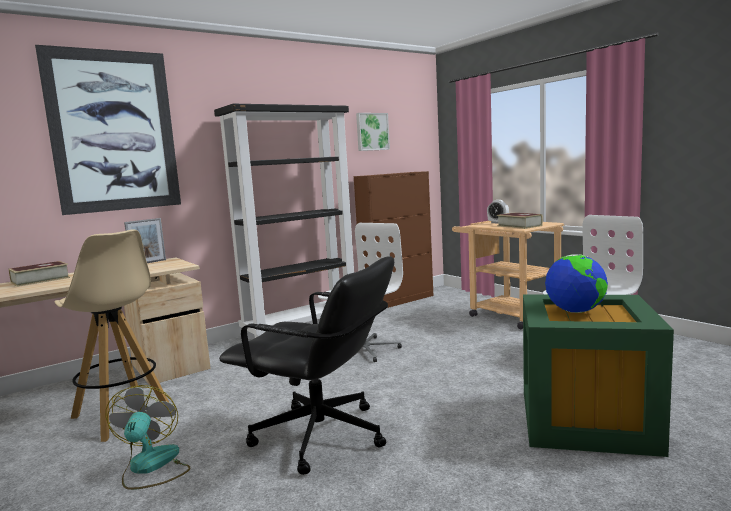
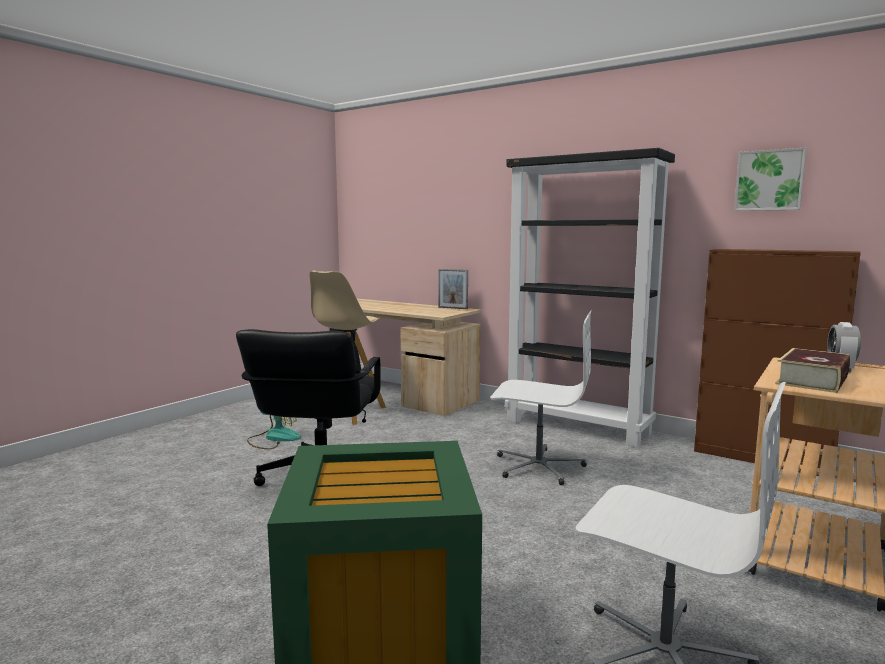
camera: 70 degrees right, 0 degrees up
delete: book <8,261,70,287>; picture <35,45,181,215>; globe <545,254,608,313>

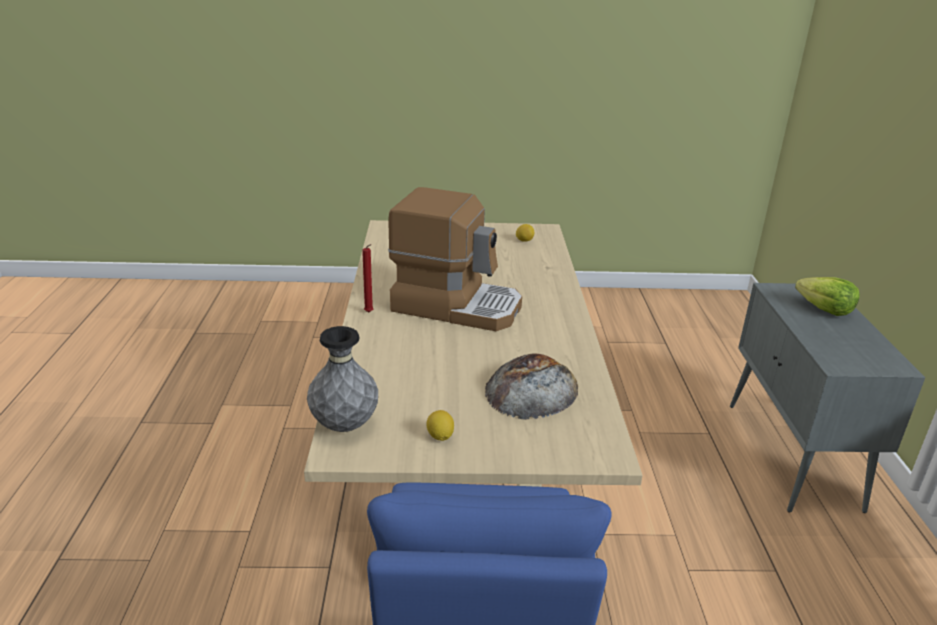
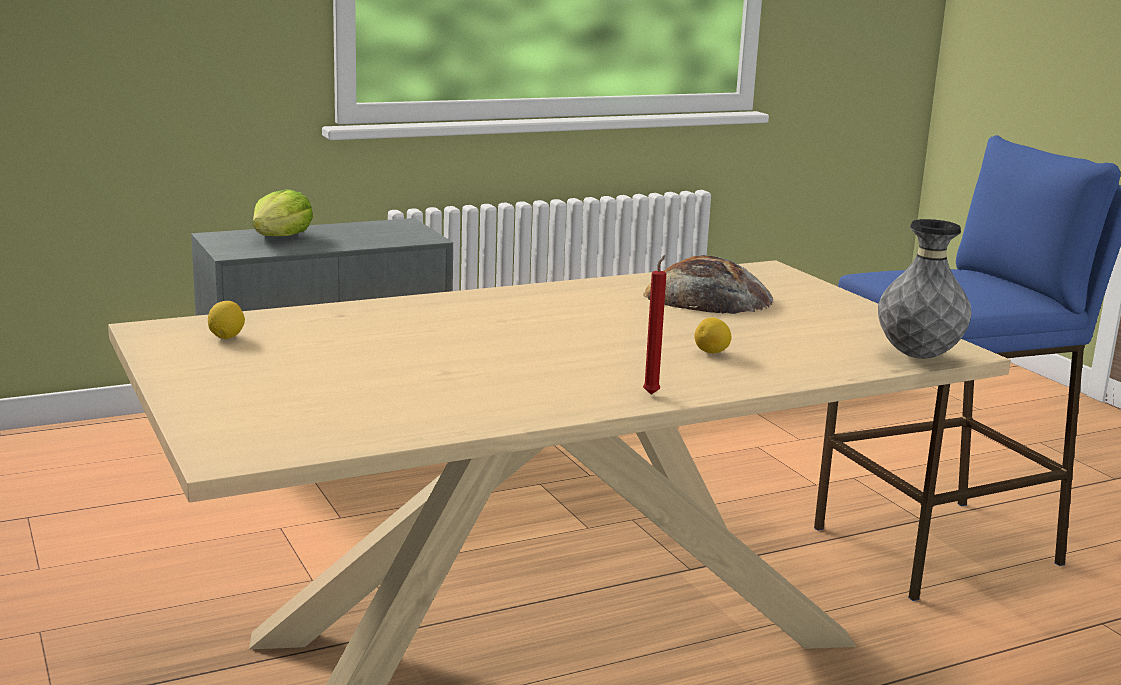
camera: 115 degrees left, 10 degrees down
delete: coffee machine <388,187,522,331>
move: lemon <426,410,454,441> to <694,317,731,353>

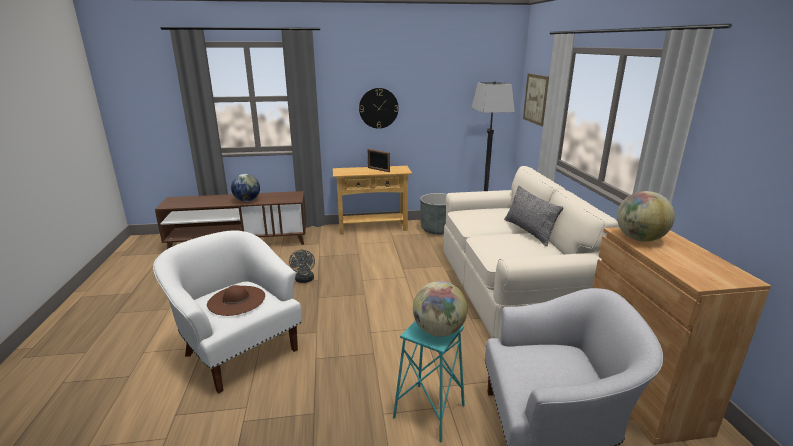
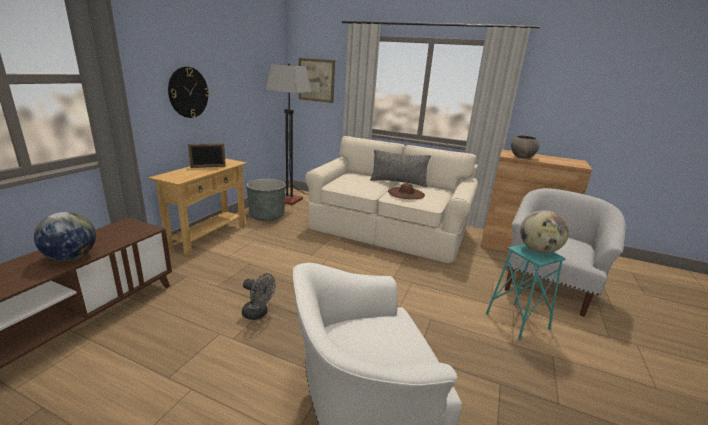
camera: 60 degrees left, 0 degrees up
move: brown hat <207,285,265,316> to <388,183,425,199>
replace: globe <617,191,675,242> to grey bowl <511,135,540,159>

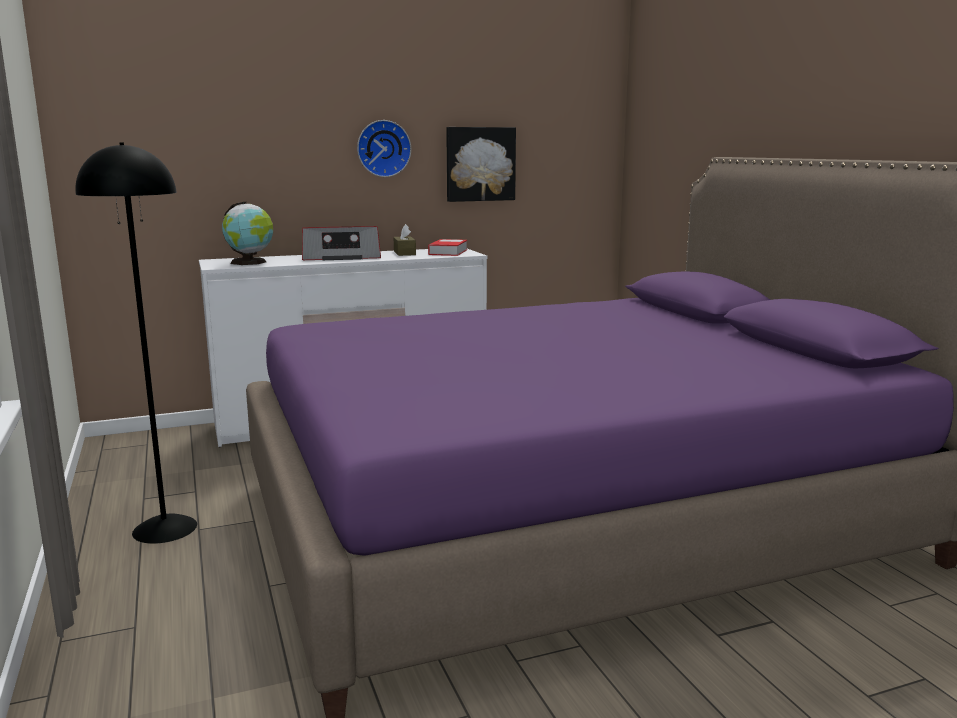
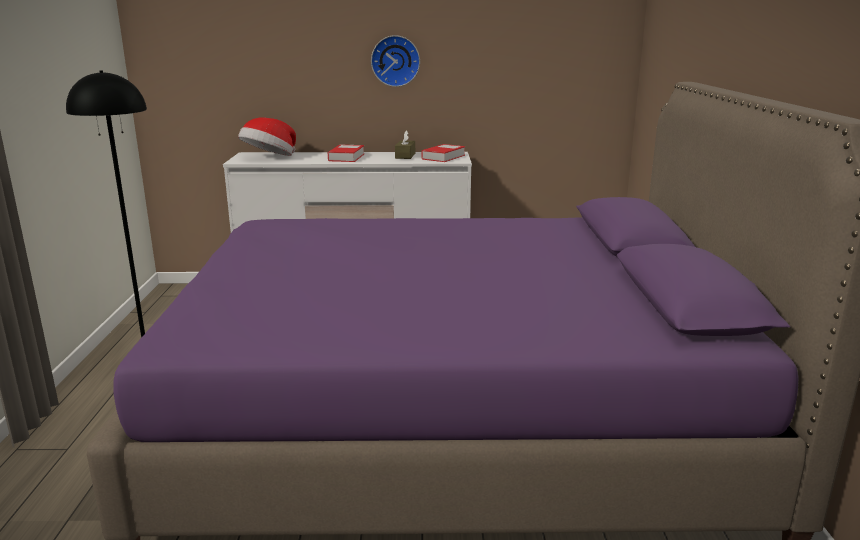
camera: 20 degrees right, 5 degrees up
delete: picture <446,127,516,202>
replace: globe <222,202,273,265> to hat <238,118,296,156>; radio <302,226,381,260> to book <328,145,365,162>

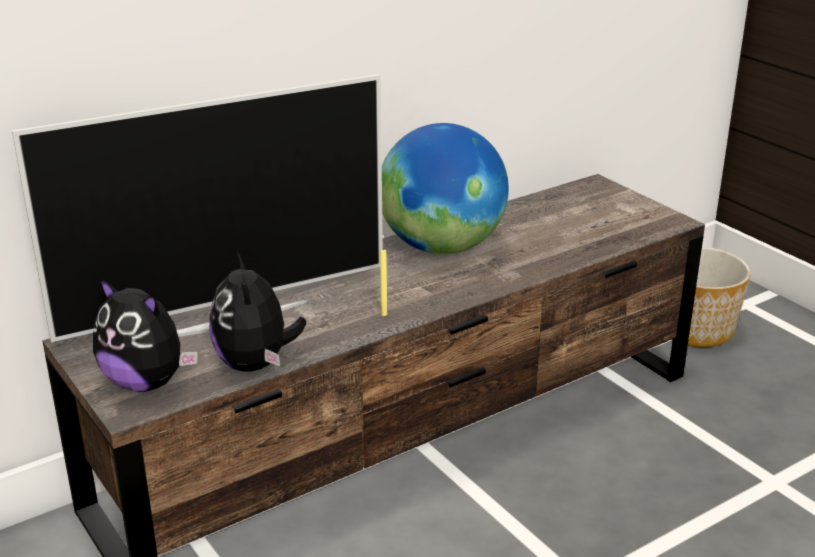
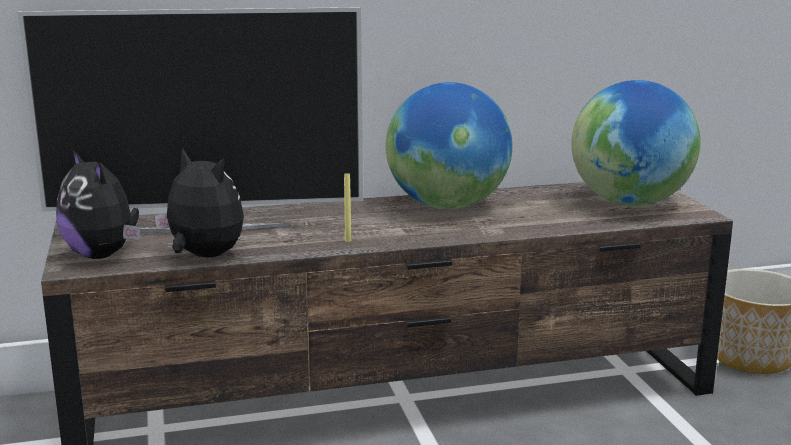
camera: 20 degrees right, 10 degrees down
insert: globe <571,80,701,206>
rotate: plush toy <209,251,306,372> = <154,149,244,257> 120 degrees clockwise

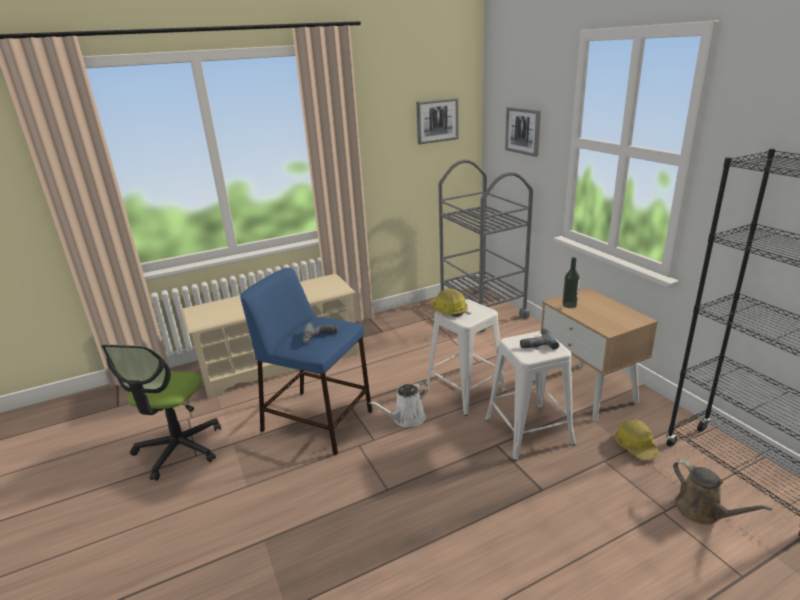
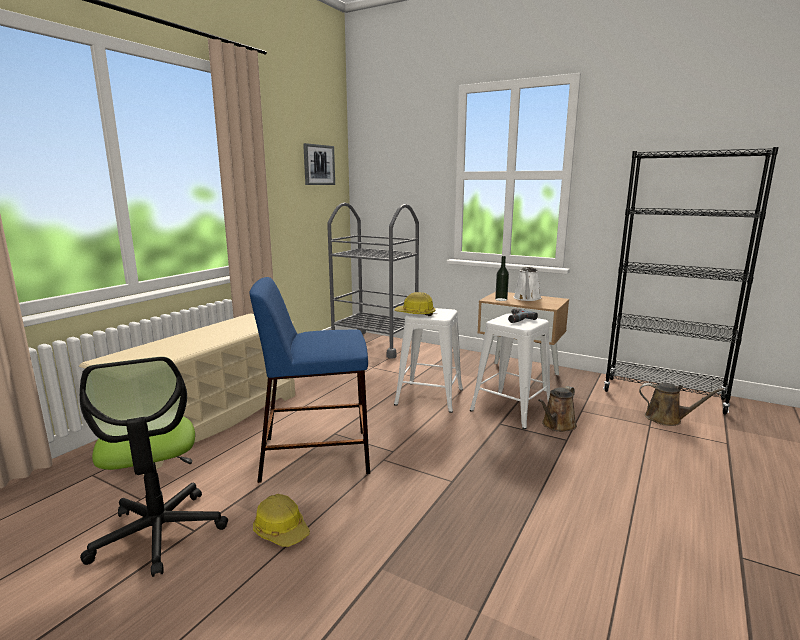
camera: 35 degrees left, 10 degrees down
delete: power drill <302,322,338,343>; picture <505,107,541,157>
insert: brown watering can <538,386,577,432>
move: white watering can <369,381,428,427> to <514,267,541,301>; hard hat <615,419,660,460> to <253,494,310,547>

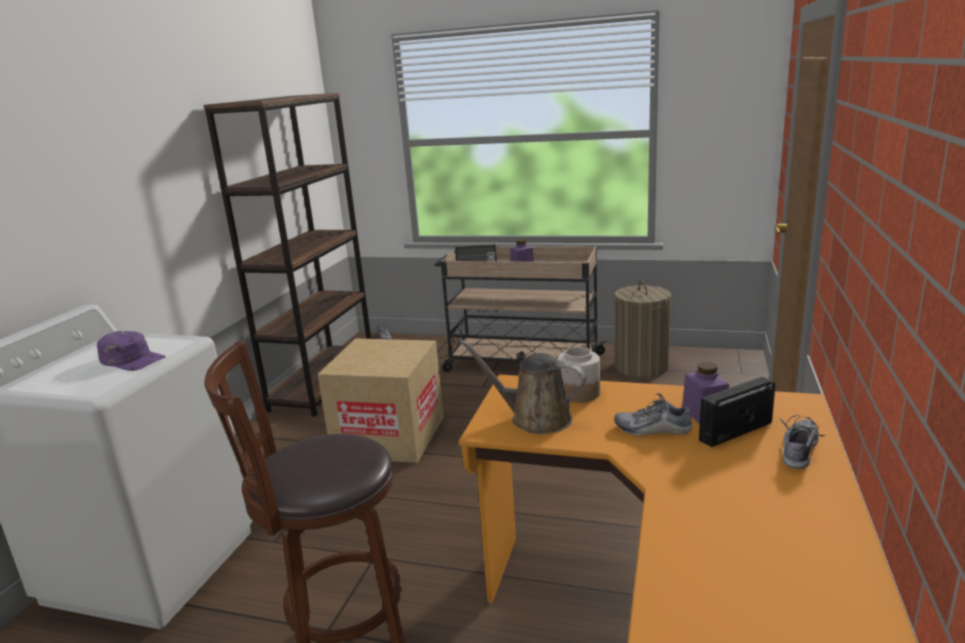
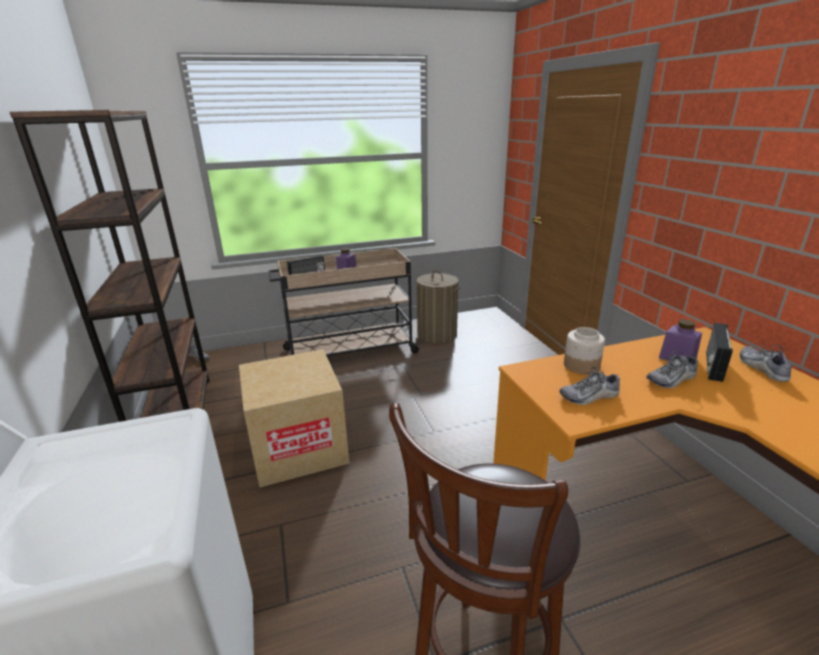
camera: 35 degrees left, 5 degrees up
delete: purple cap <97,331,166,371>
replace: brown watering can <459,340,587,434> to shoe <559,367,620,405>

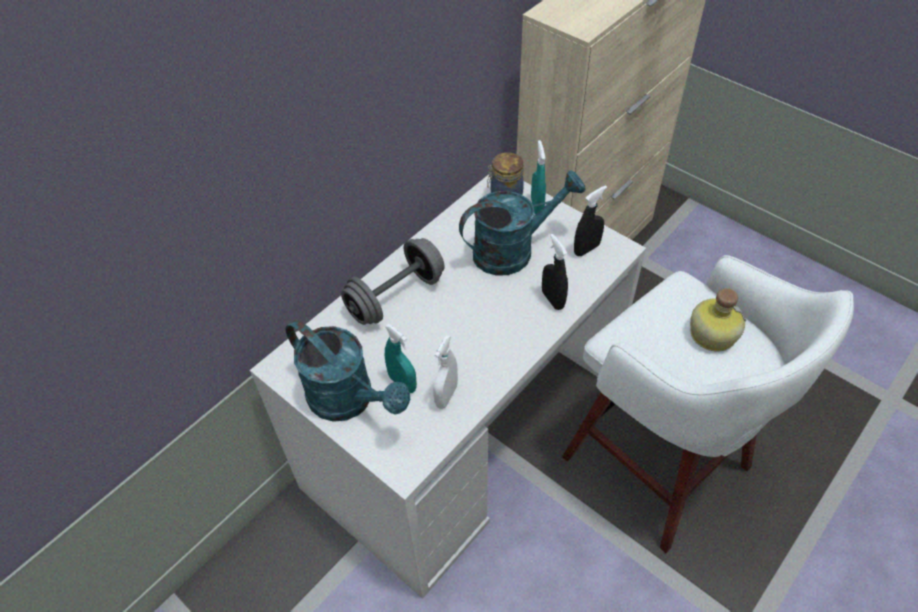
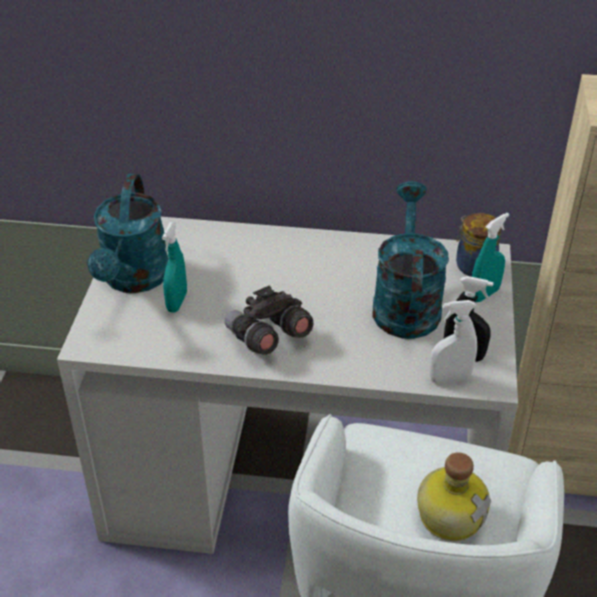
camera: 55 degrees right, 10 degrees down
delete: grey dumbbell <341,238,444,325>; black spray bottle <542,234,568,310>
insert: grey binoculars <225,285,313,355>
move: white spray bottle <433,335,458,409> to <430,300,477,384>
rotate: turquoise watering can <459,171,586,276> = <373,181,449,339> 120 degrees counterclockwise

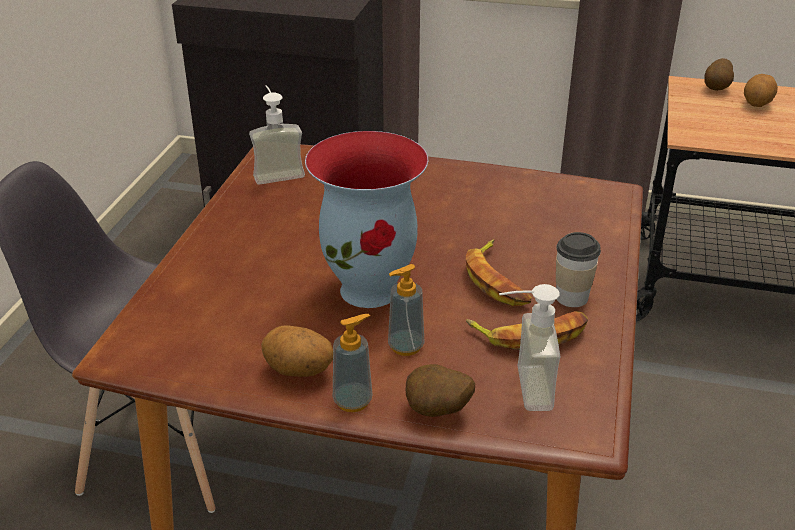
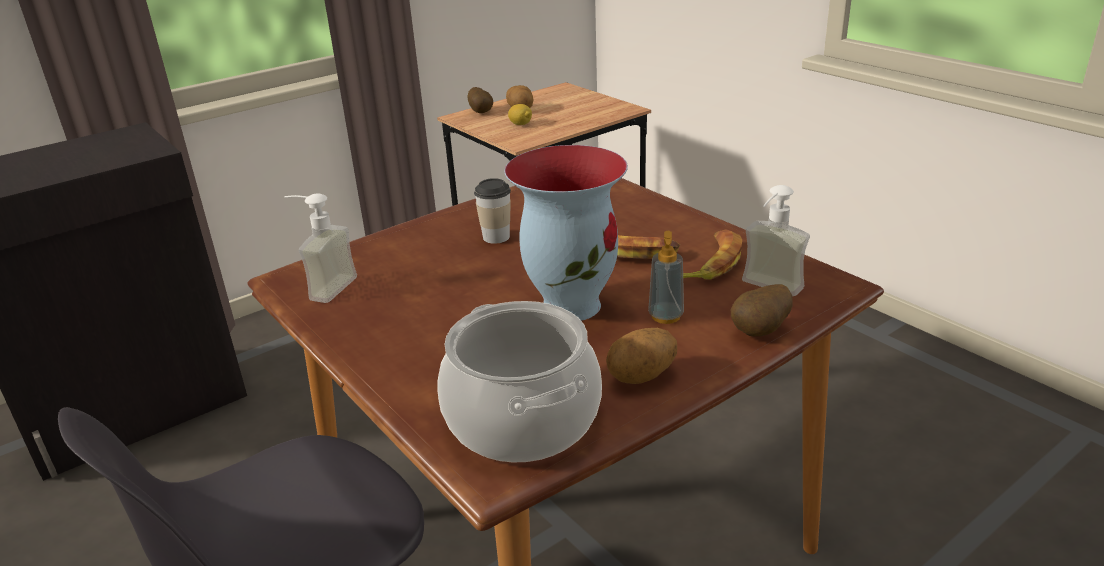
camera: 50 degrees left, 5 degrees down
delete: soap dispenser <333,314,373,412>
insert: cooking pot <437,301,602,463>; lemon <508,104,532,125>
move: cup <556,232,601,307> to <474,178,511,244>

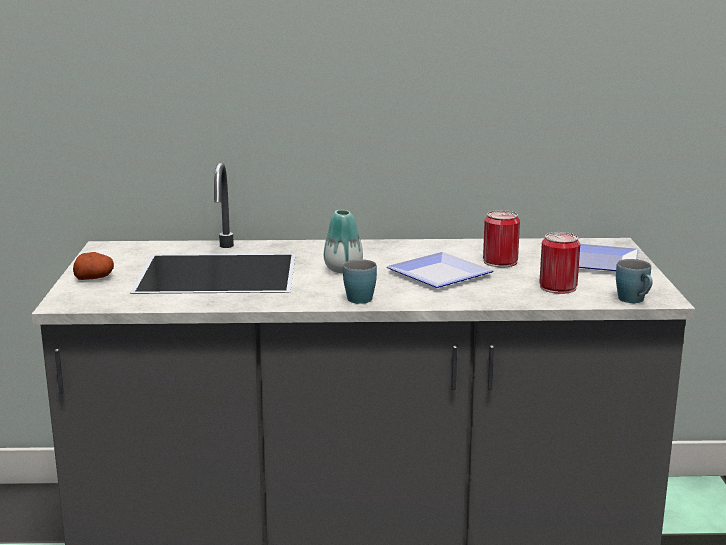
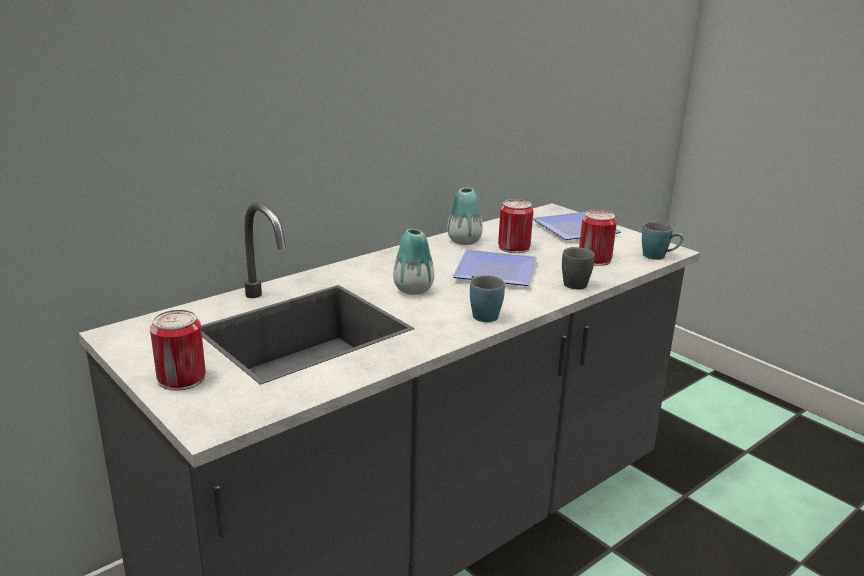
camera: 40 degrees left, 5 degrees up
insert: vase <447,187,483,245>; grey mug <562,247,595,289>
replace: potato <73,252,114,280> to can <150,310,206,391>

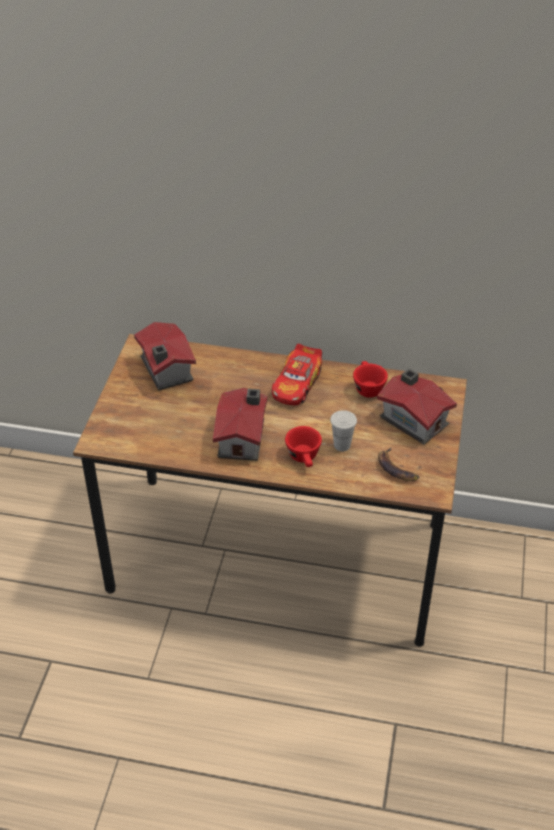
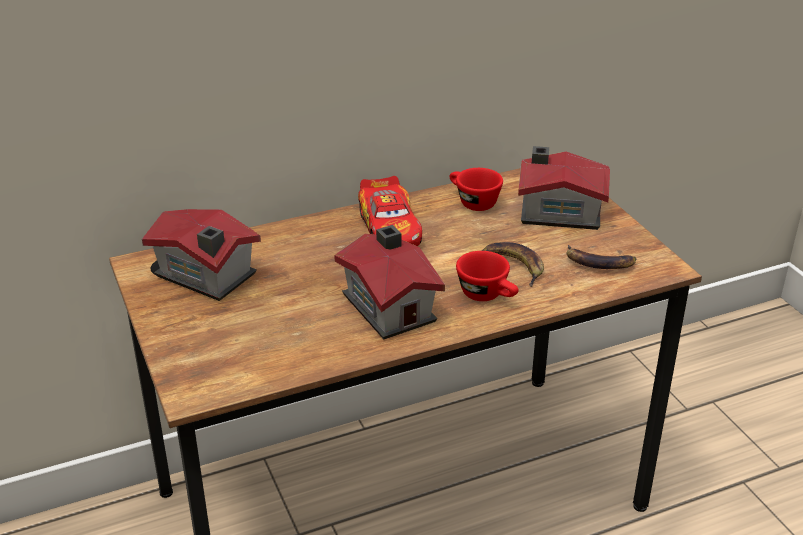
camera: 35 degrees left, 10 degrees down
replace: white cup <330,410,357,451> to banana <481,242,544,287>

